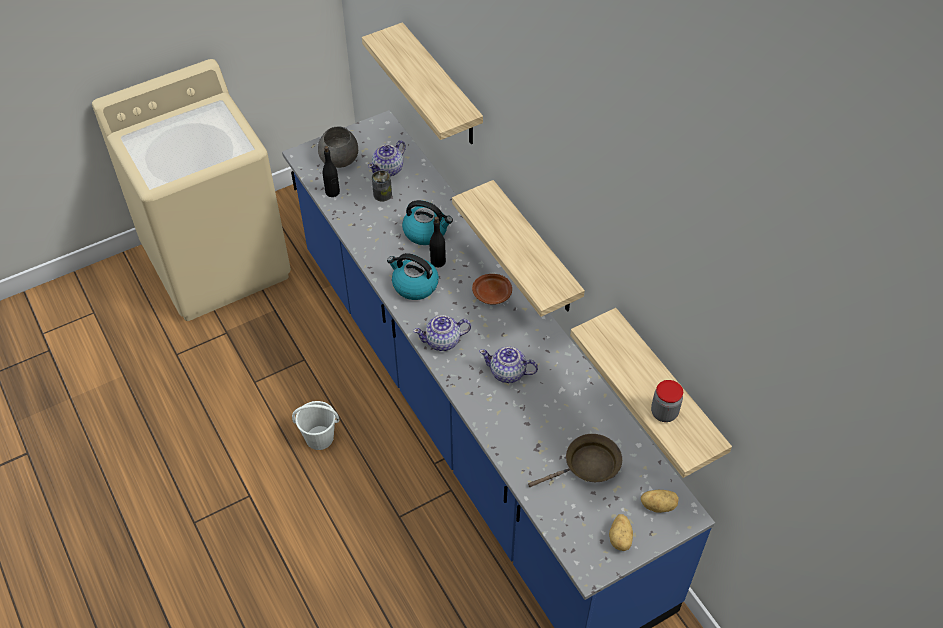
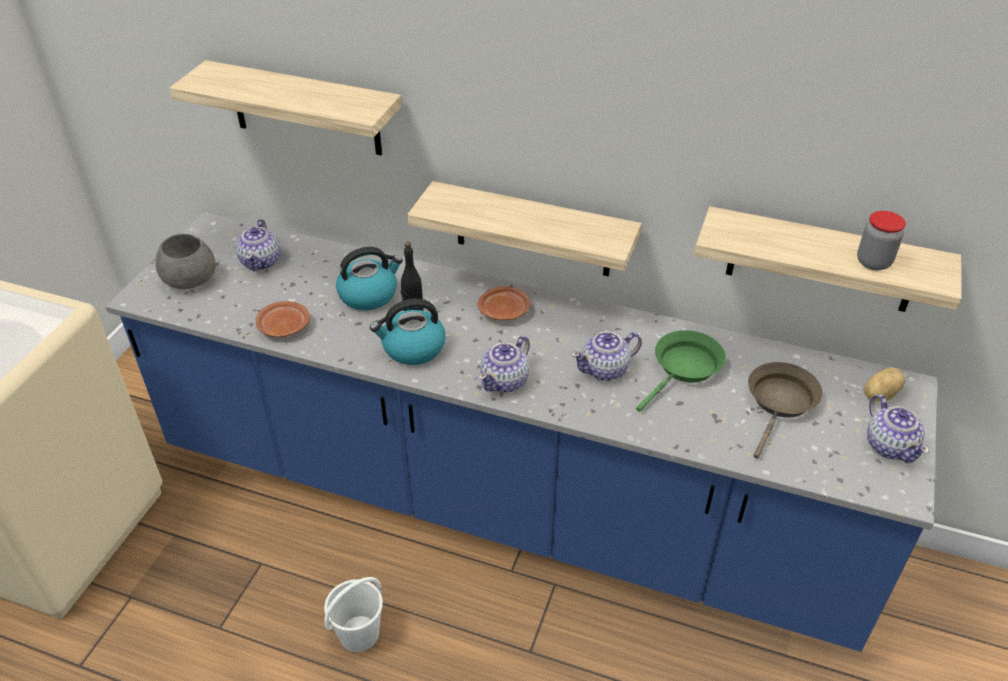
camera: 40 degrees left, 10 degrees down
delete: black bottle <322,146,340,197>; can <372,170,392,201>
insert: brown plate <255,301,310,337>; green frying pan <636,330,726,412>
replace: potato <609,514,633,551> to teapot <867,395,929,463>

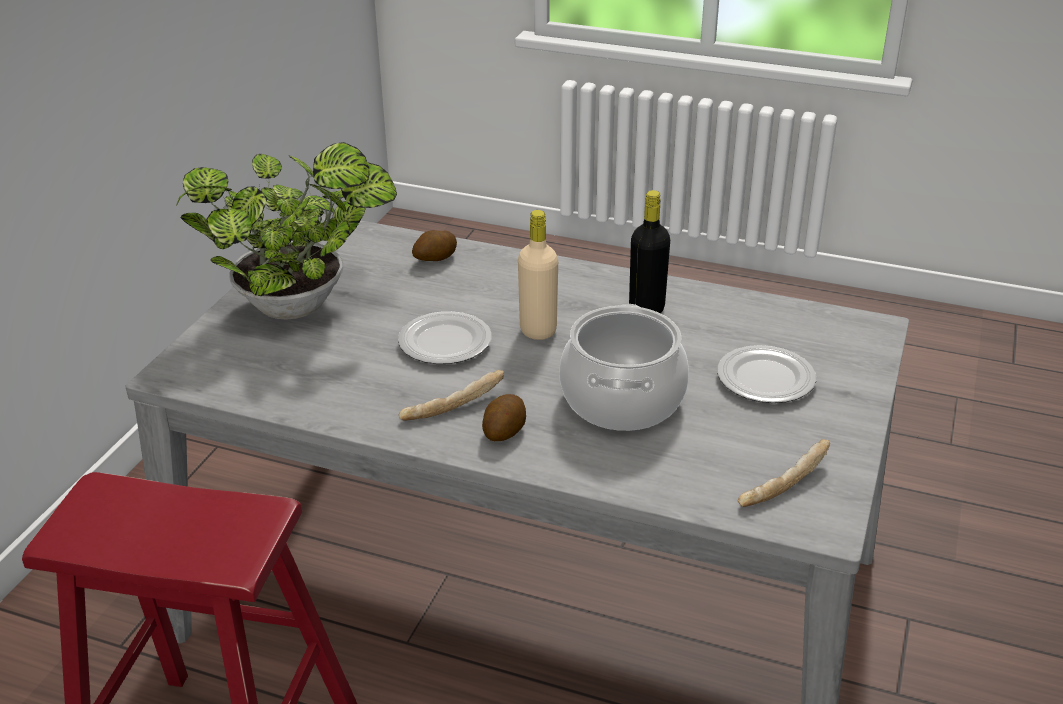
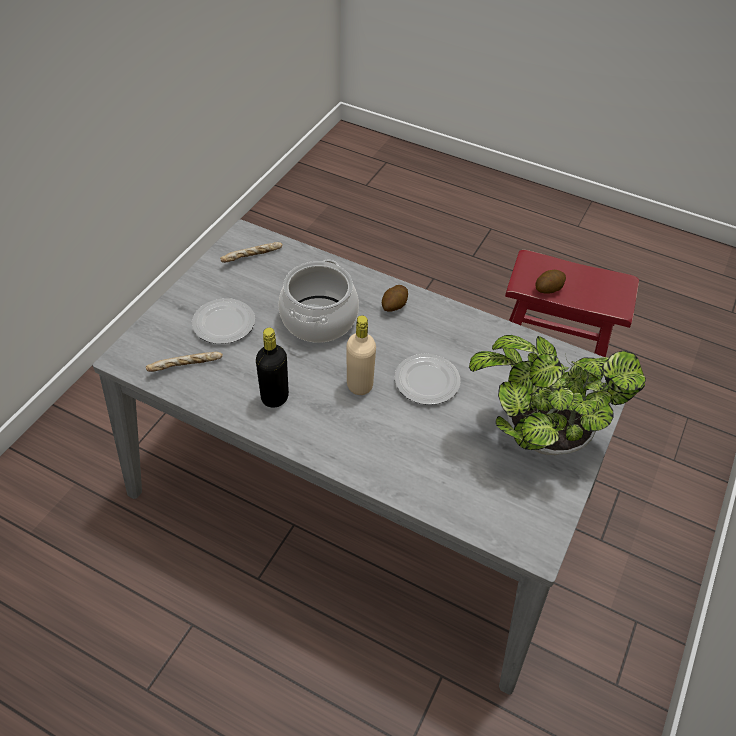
camera: 175 degrees left, 15 degrees up
move: bread <398,370,504,421> to <146,352,223,372>; potato <412,230,457,261> to <535,270,566,294>

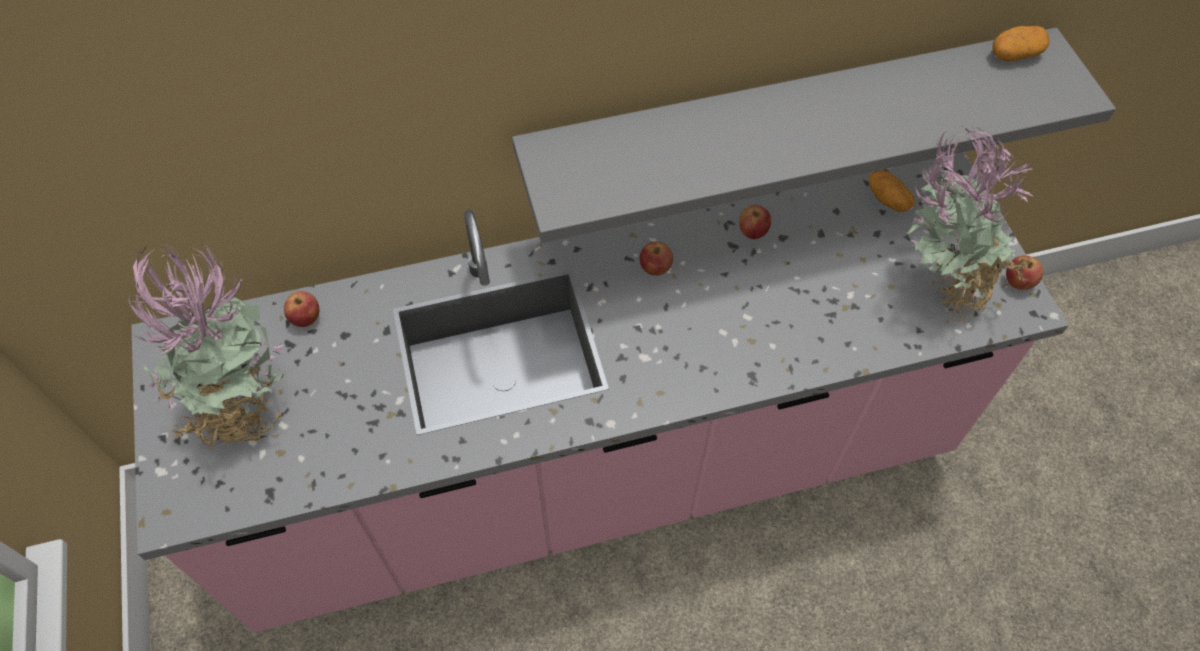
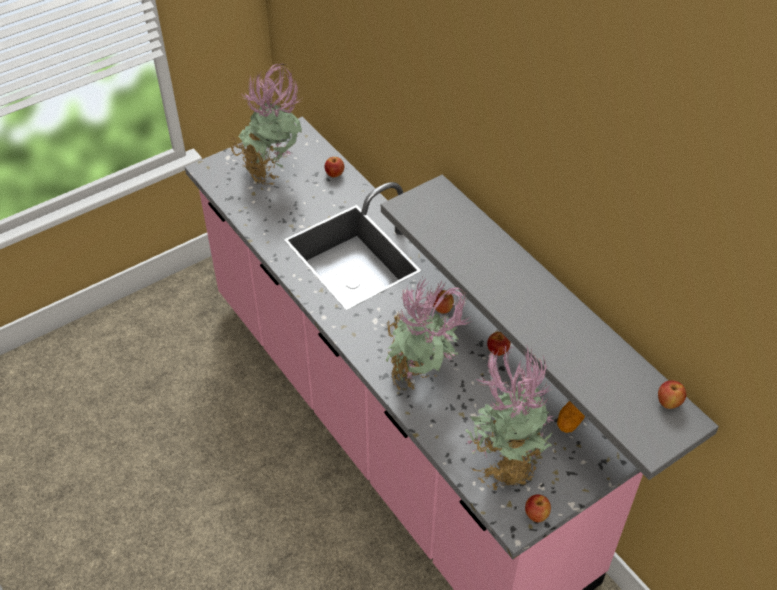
camera: 70 degrees right, 10 degrees down
insert: potted plant <385,277,472,390>
replace: potato <992,26,1050,61> to apple <658,381,686,409>

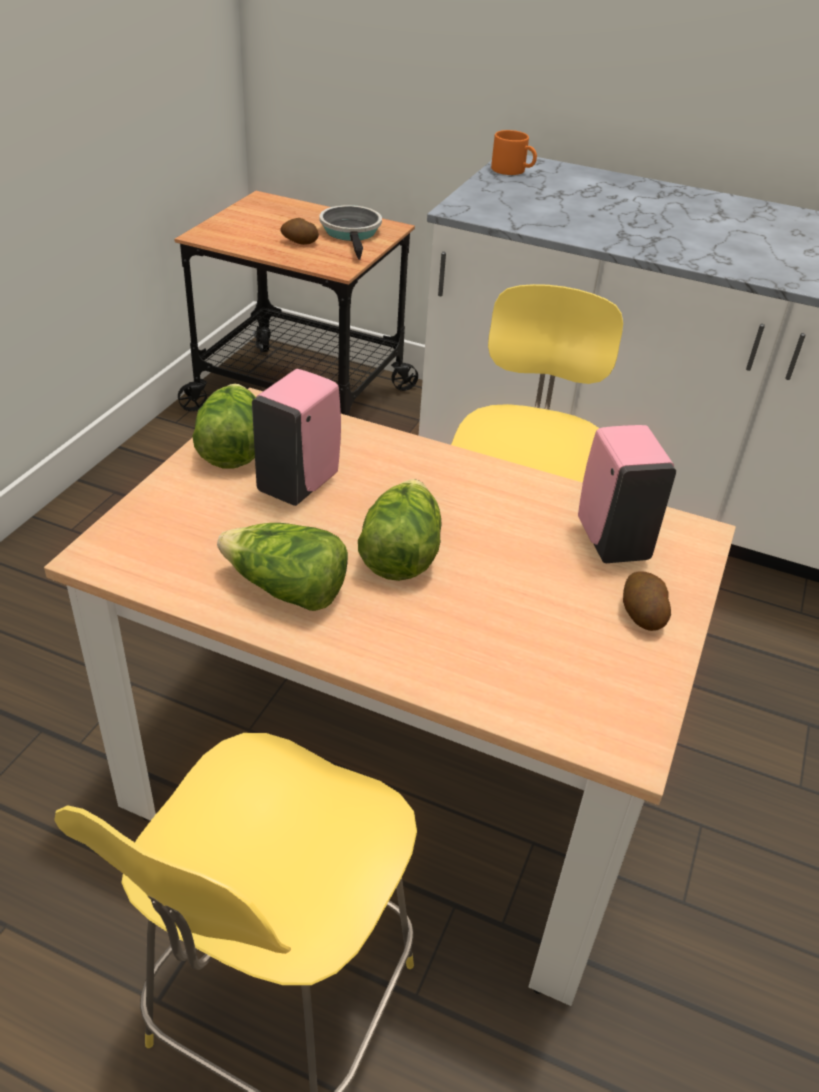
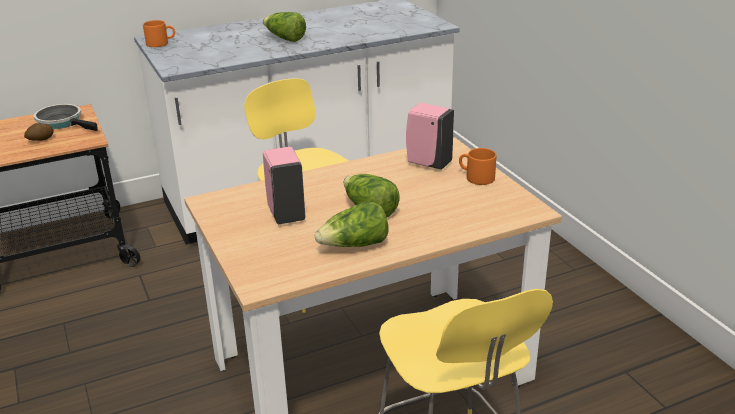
camera: 45 degrees left, 10 degrees down
move: lettuce <192,384,256,468> to <263,12,306,42>
replace: potato <623,571,671,631> to orange mug <459,148,497,185>

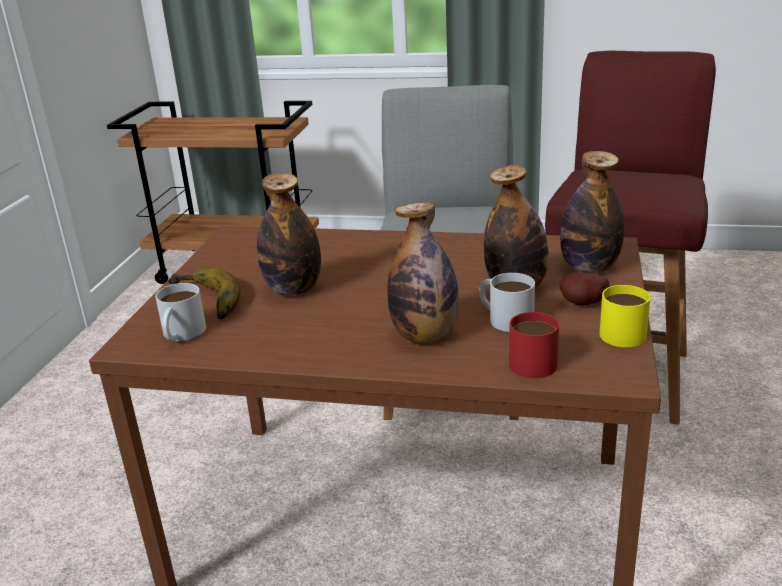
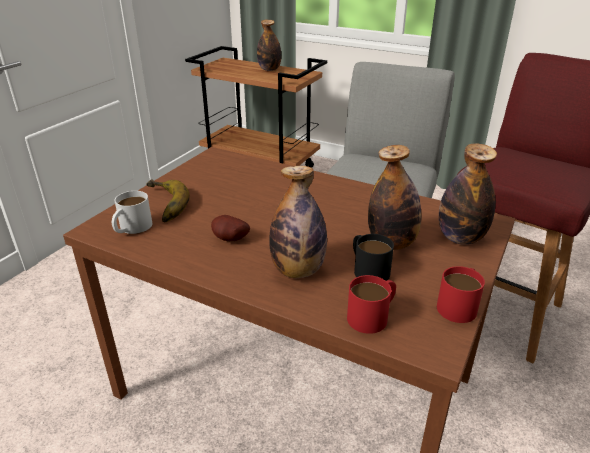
camera: 15 degrees right, 5 degrees up
move: bottle <257,173,321,296> to <257,20,281,71>; potato <559,272,609,306> to <211,215,250,241>
recolor: white mug <479,273,535,332> to black mug <353,234,394,281>; yellow mug <599,285,651,347> to red mug <437,266,485,323>

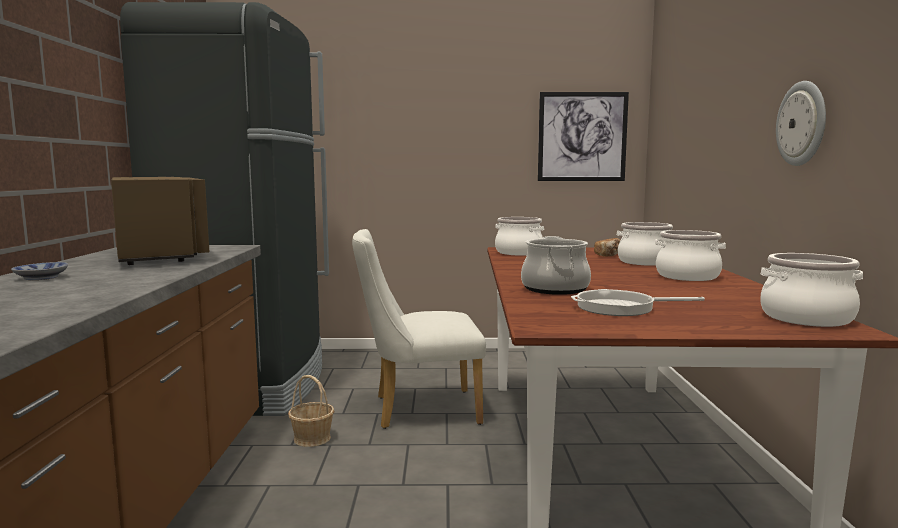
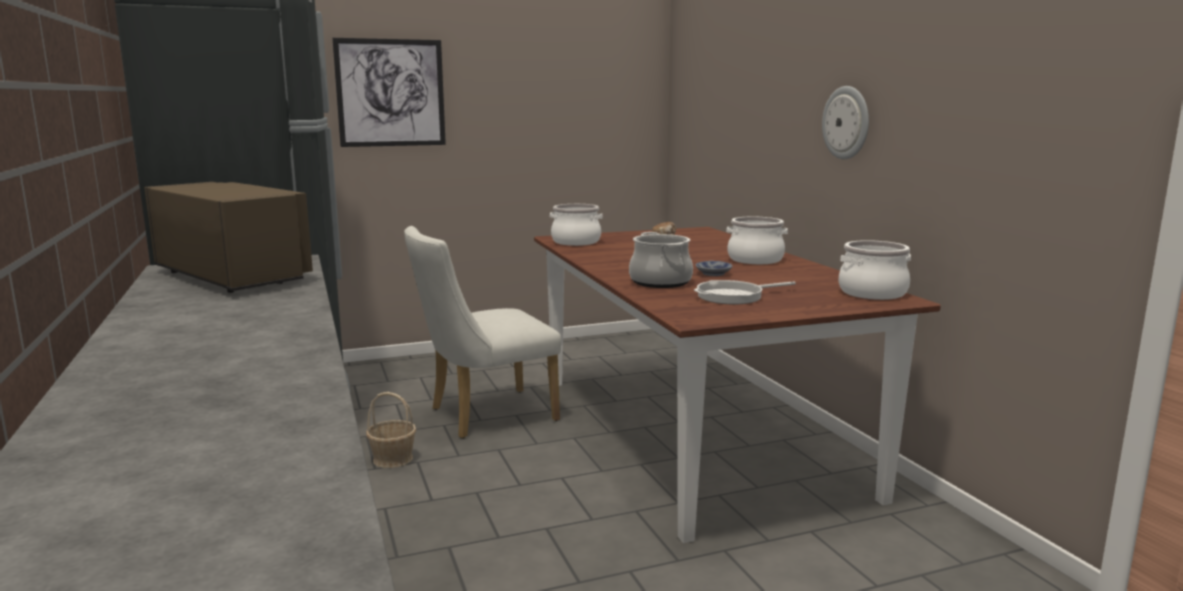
camera: 20 degrees left, 5 degrees up
delete: cooking pot <617,222,673,266>
move: bowl <11,262,68,280> to <696,261,732,276>; picture <538,92,629,181> to <332,38,446,147>

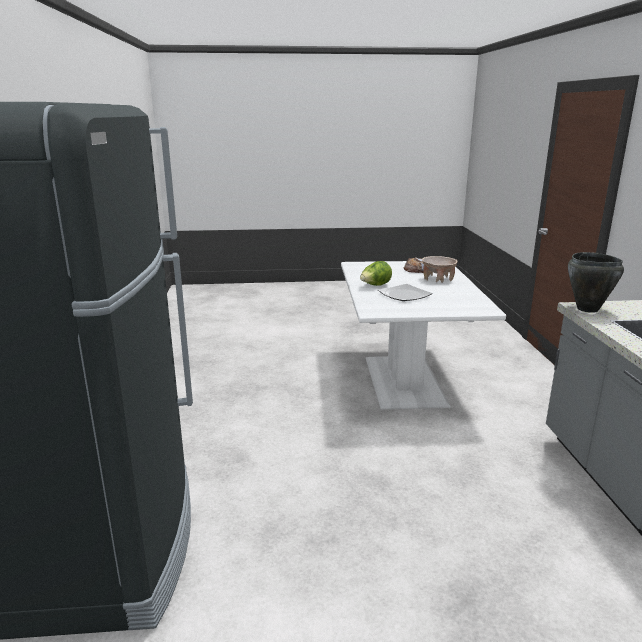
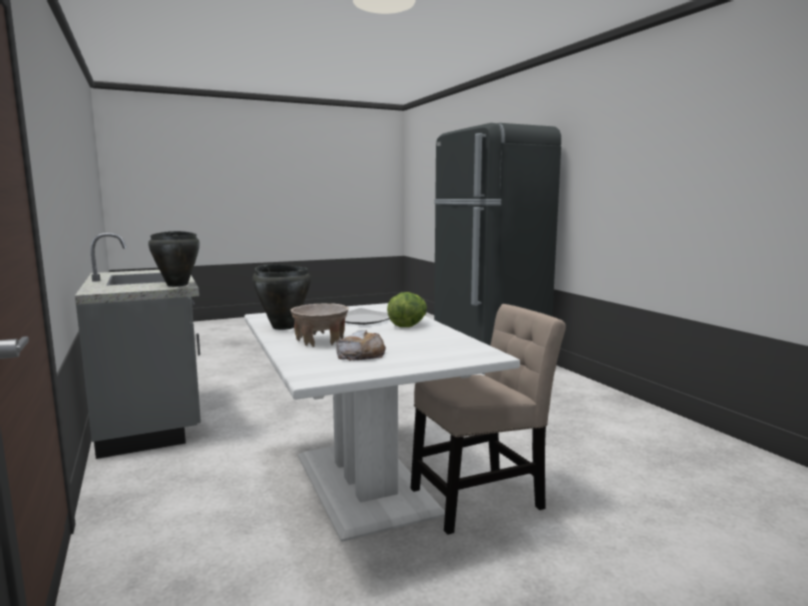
camera: 160 degrees right, 10 degrees down
insert: black cooking pot <252,264,311,330>; beige chair <411,304,566,535>

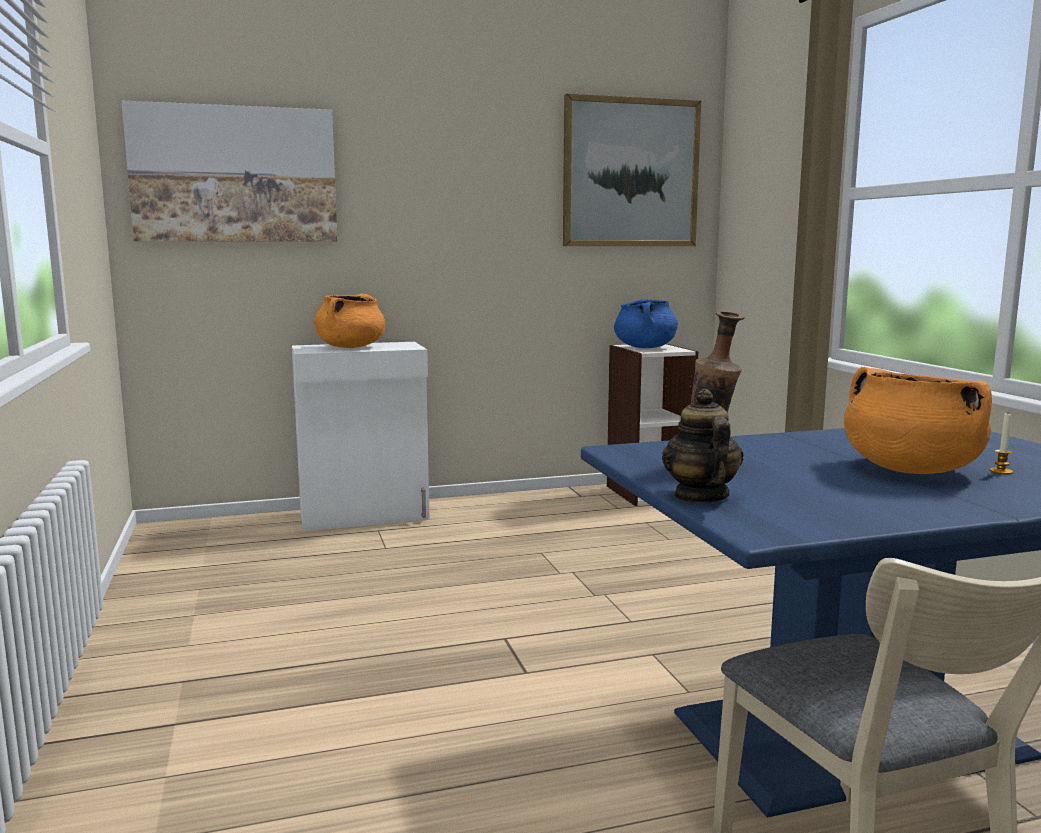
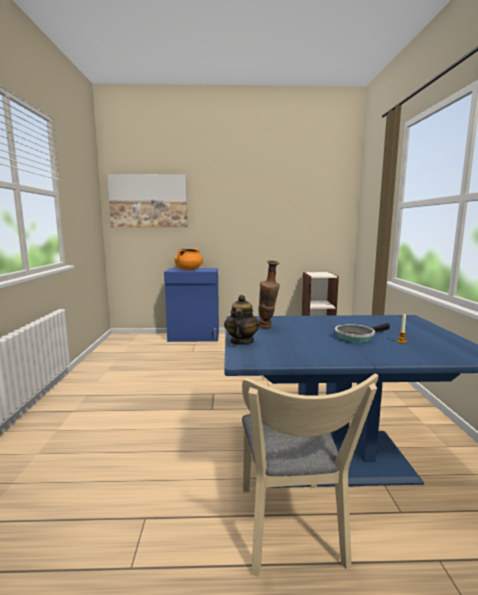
camera: 15 degrees right, 0 degrees up
delete: picture <563,94,701,246>; blue cooking pot <614,299,678,348>
replace: orange cooking pot <844,367,992,474> to frying pan <335,323,390,343>
recolor: white cabinet <292,342,430,531> to blue cabinet <164,268,219,342>

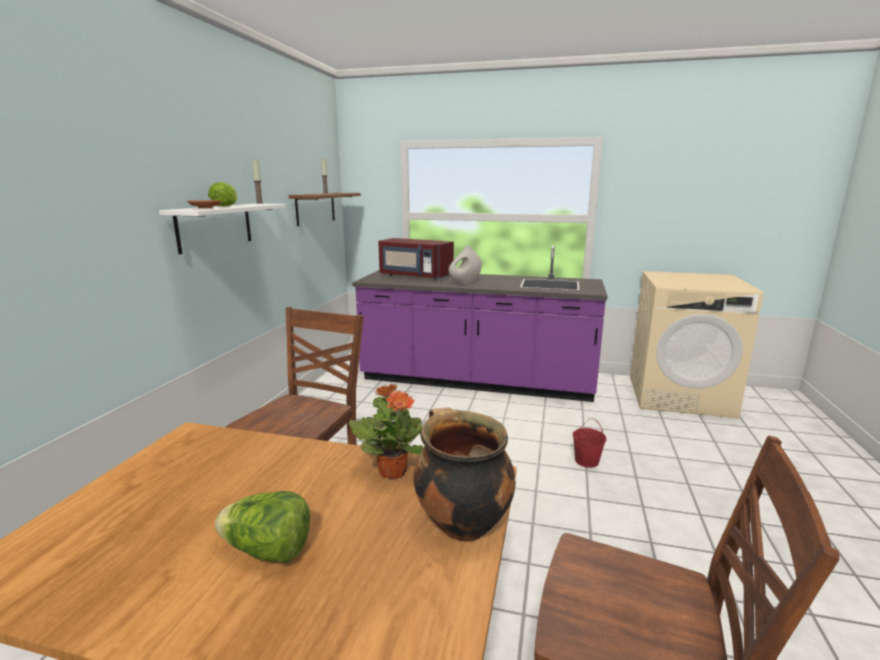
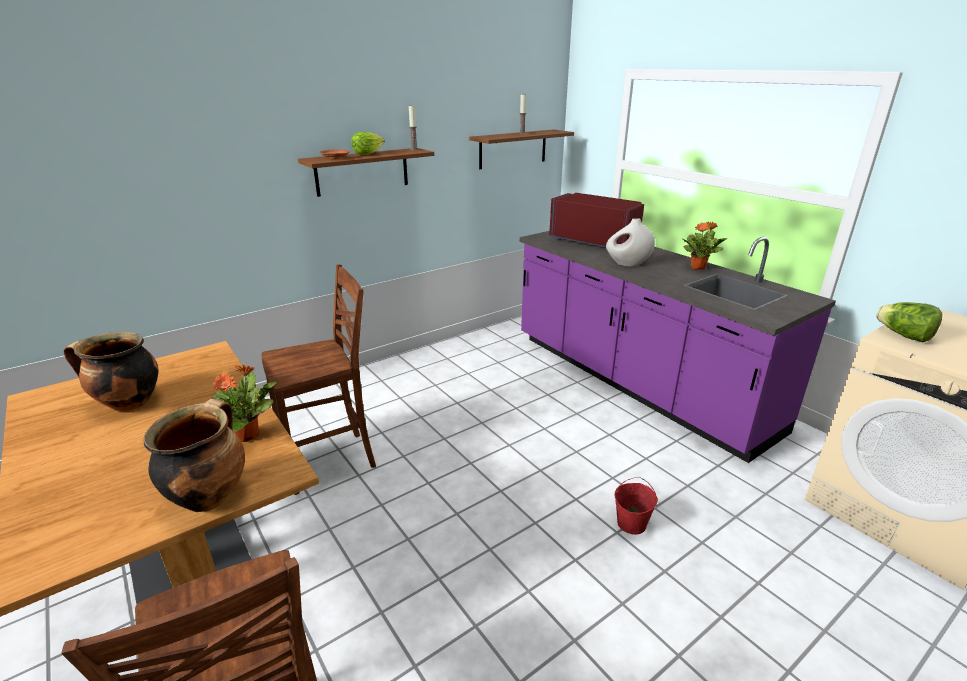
camera: 40 degrees right, 10 degrees up
insert: cooking pot <63,331,158,412>; potted plant <683,222,728,270>
move: lettuce <215,491,310,564> to <876,302,942,342>
recolor: white shelf <159,203,286,254> to brown shelf <298,148,434,197>
rotate: red microwave <378,238,454,280> = <549,193,644,247> 150 degrees clockwise

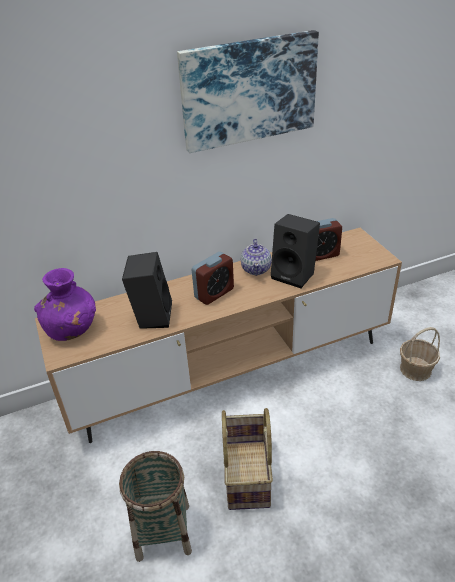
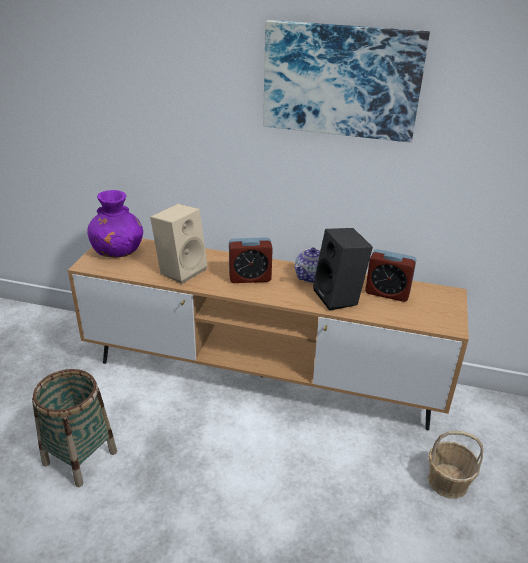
camera: 35 degrees right, 5 degrees down
delete: basket <222,408,273,510>
recolor: black speaker <122,252,172,329> to beige speaker <150,204,208,284>

